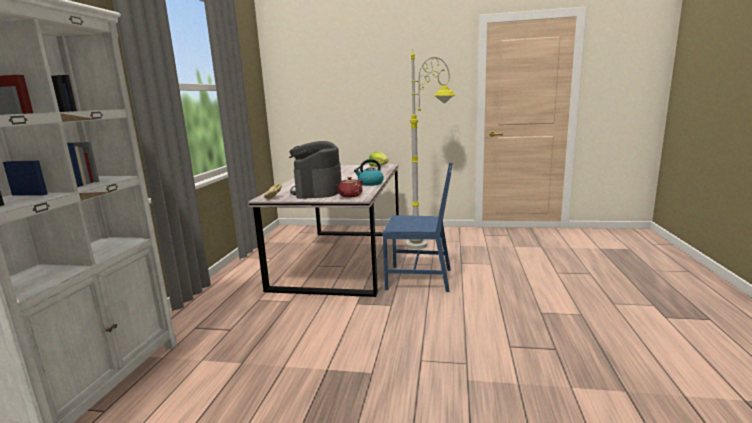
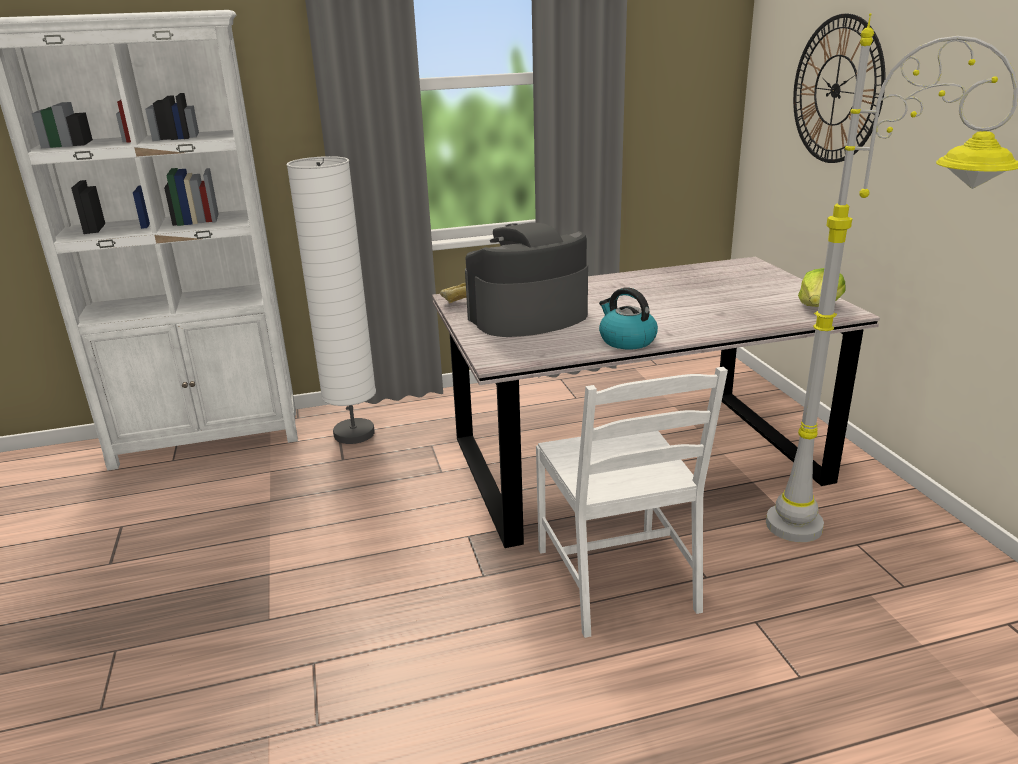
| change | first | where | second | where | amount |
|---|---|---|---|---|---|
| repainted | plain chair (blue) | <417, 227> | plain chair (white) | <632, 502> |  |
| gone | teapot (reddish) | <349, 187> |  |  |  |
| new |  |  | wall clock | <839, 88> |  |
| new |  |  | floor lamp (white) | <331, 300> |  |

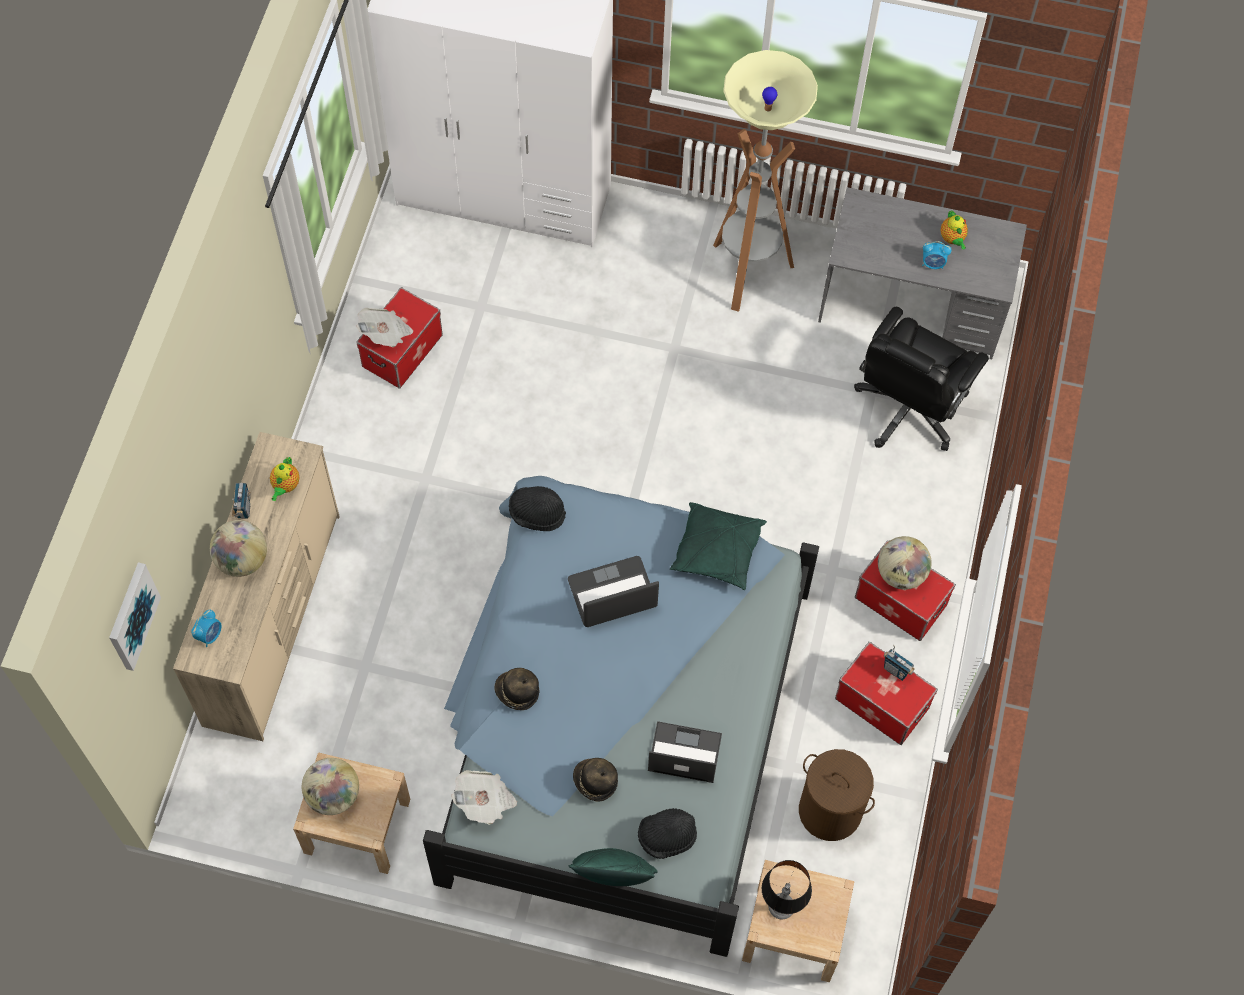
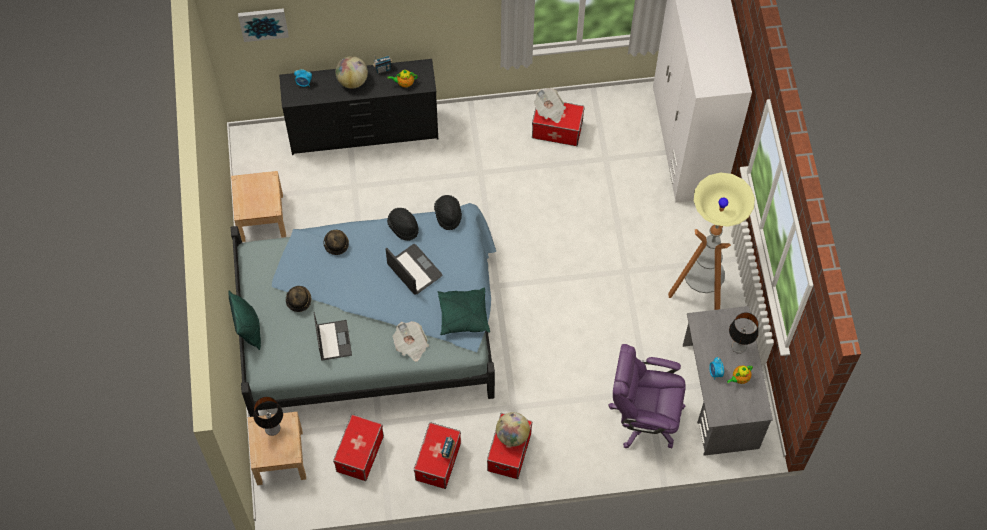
| change | first | where | second | where | amount |
|---|---|---|---|---|---|
| repainted | office chair (black-coloured) | <921, 379> | office chair (purple-coloured) | <647, 396> |  |
| repainted | drawer chest (sand-coloured) | <256, 586> | drawer chest (black-coloured) | <358, 107> |  |
| swapped | laundry basket (brownish) | <837, 795> | storage container | <358, 447> |  |
| gone | globe | <330, 786> |  |  |  |
| shifted | daily paper | <484, 797> |  | <411, 341> |  |
| shifted | clothing hat (black-coloured) | <667, 833> |  | <403, 224> |  |
| new |  |  | tabletop lamp | <744, 333> |  |

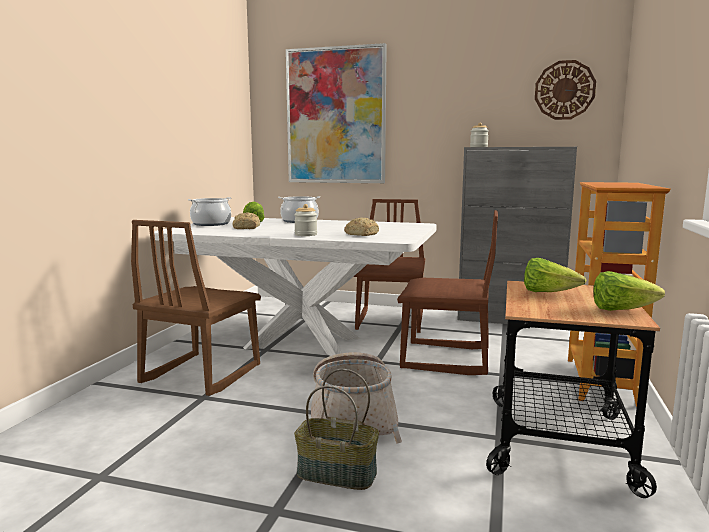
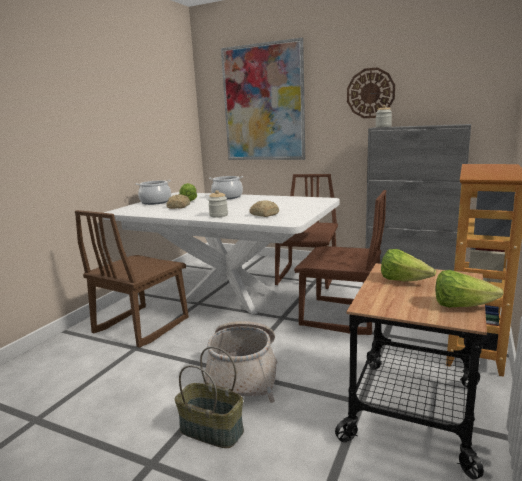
| change | first | where | second | where | amount |
|---|---|---|---|---|---|
| shifted | wall clock | <565, 90> |  | <371, 92> |  |

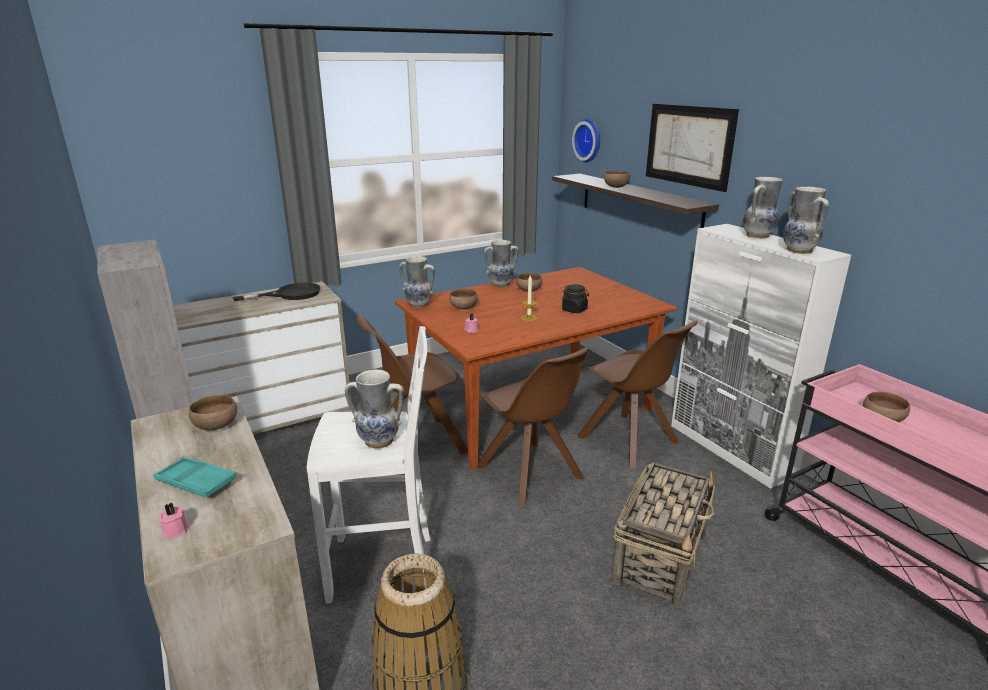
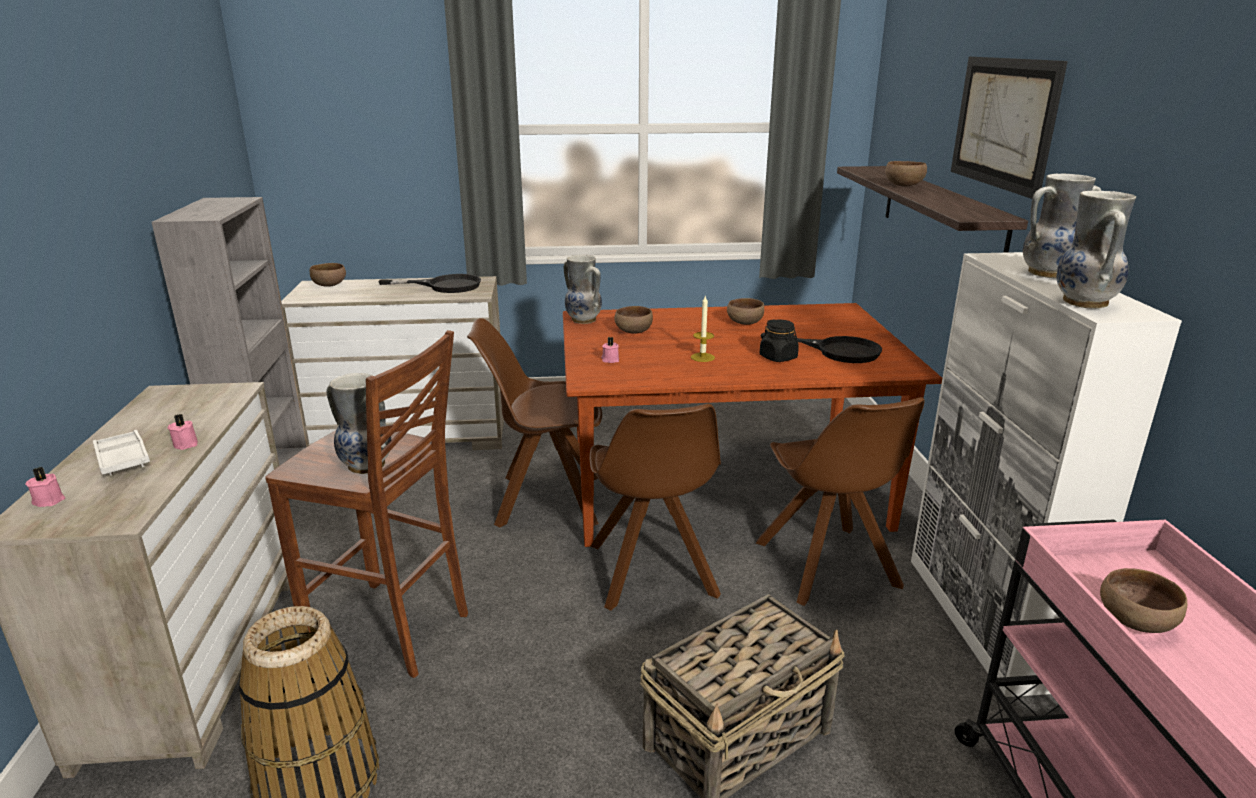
| change | first | where | second | where | amount |
|---|---|---|---|---|---|
| gone | wall clock | <586, 140> |  |  |  |
| gone | vase | <501, 263> |  |  |  |
| repainted | sitting stool (white) | <368, 465> | sitting stool (brownish) | <366, 504> |  |
| shifted | bowl (brownish) | <213, 412> |  | <327, 275> |  |
| repainted | serving tray (turquoise-coloured) | <195, 476> | serving tray (white) | <121, 452> |  |
| new |  |  | frying pan (black-coloured) | <821, 348> |  |
| new |  |  | candle (pink-coloured) | <183, 432> |  |

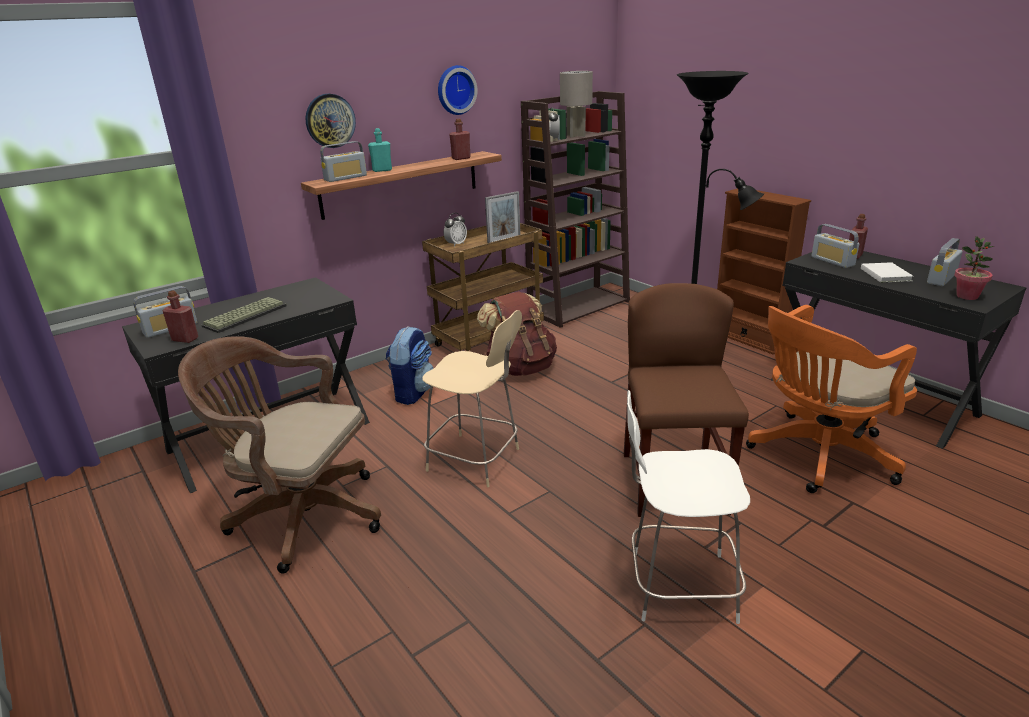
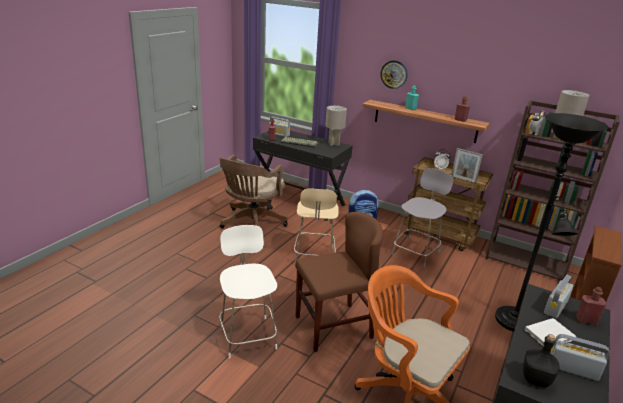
| change | first | where | second | where | amount |
|---|---|---|---|---|---|
| gone | wall clock | <458, 90> |  |  |  |
| gone | radio receiver | <343, 161> |  |  |  |
| swapped | plant in a pot | <974, 268> | drink bottle (black-coloured) | <541, 360> |  |
| swapped | rucksack (brownish) | <517, 333> | plain chair (greyish) | <422, 218> |  |
| rotated | office chair (brownish) | <279, 455> |  | <254, 191> | 150 degrees counterclockwise |
| new |  |  | tabletop lamp (greyish) | <336, 125> |  |

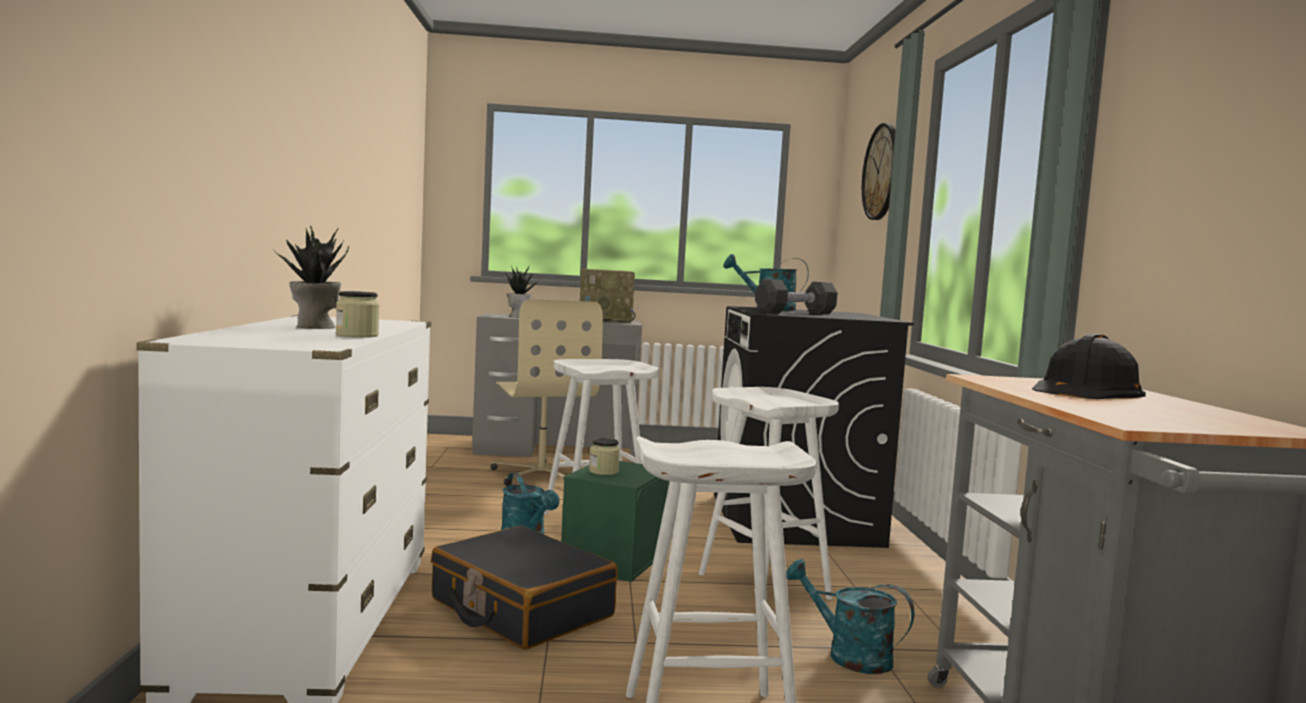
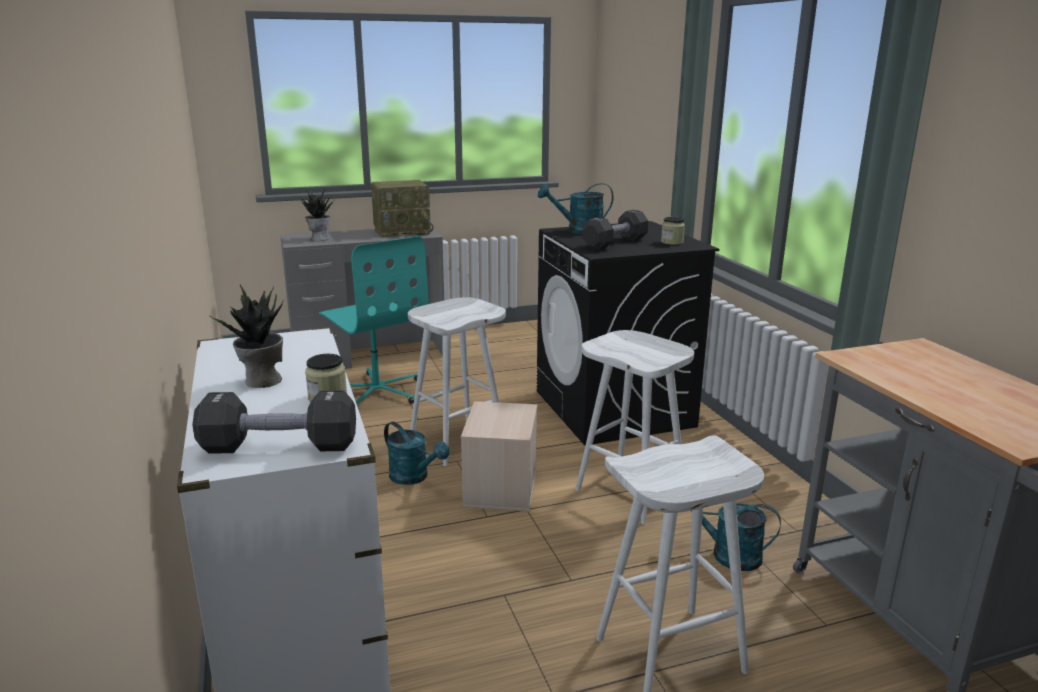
| change | first | where | second | where | amount |
|---|---|---|---|---|---|
| gone | wall clock | <878, 171> |  |  |  |
| repainted | office chair (sand-coloured) | <547, 392> | office chair (turquoise-coloured) | <374, 320> |  |
| gone | safety helmet (black-coloured) | <1089, 366> |  |  |  |
| shifted | preserve jar | <604, 456> |  | <673, 231> |  |
| repainted | storage container (green-coloured) | <615, 521> | storage container (sand-coloured) | <499, 456> |  |
| gone | suitcase (black-coloured) | <524, 587> |  |  |  |
| new |  |  | free weight (black-coloured) | <274, 422> |  |

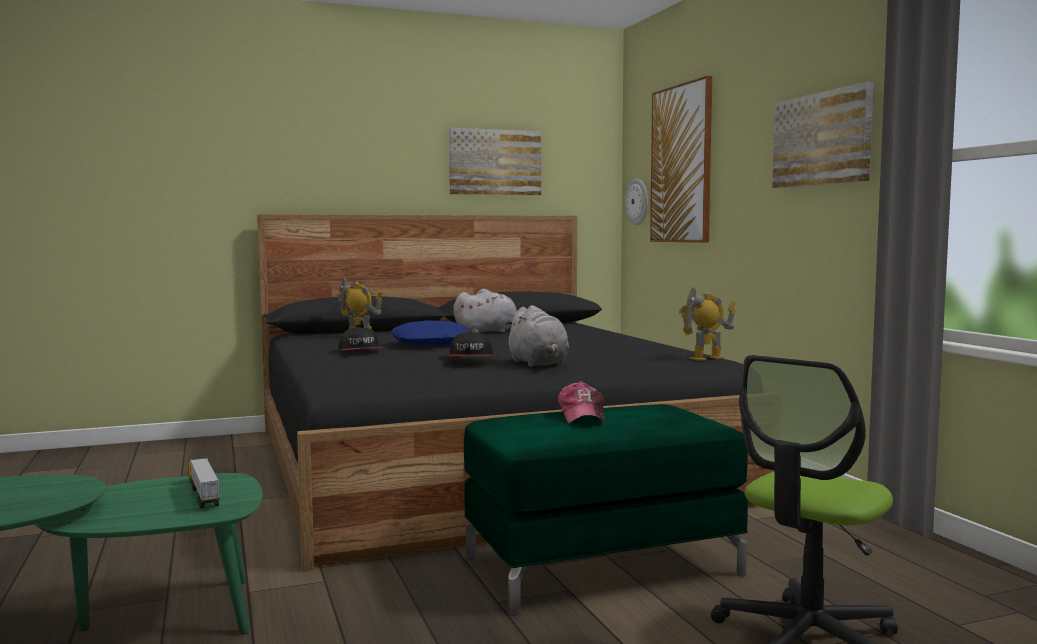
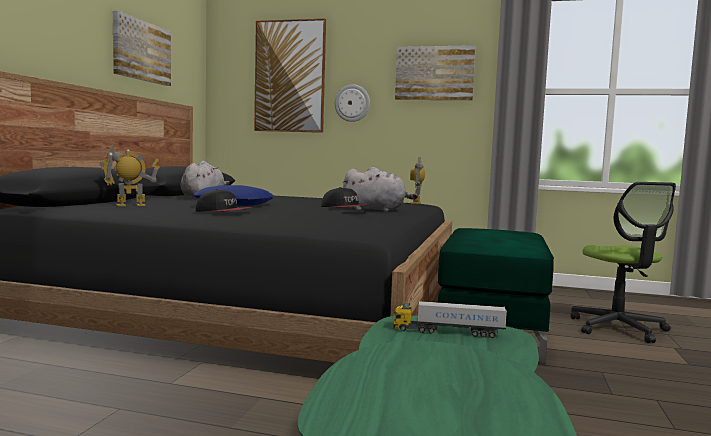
| change | first | where | second | where | amount |
|---|---|---|---|---|---|
| shifted | wall clock | <636, 202> |  | <352, 103> |  |
| gone | cap | <581, 402> |  |  |  |

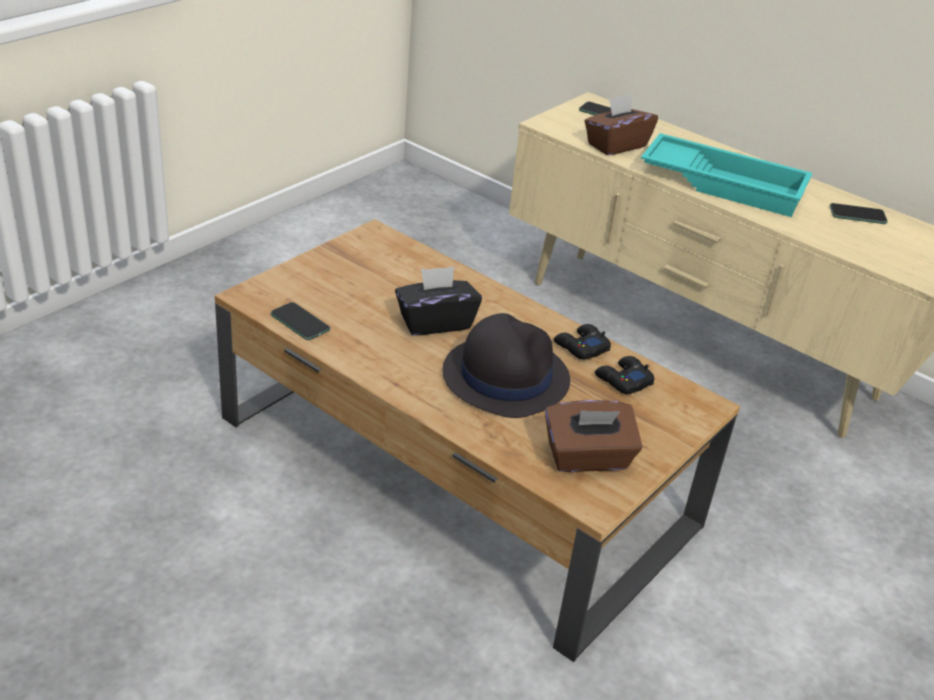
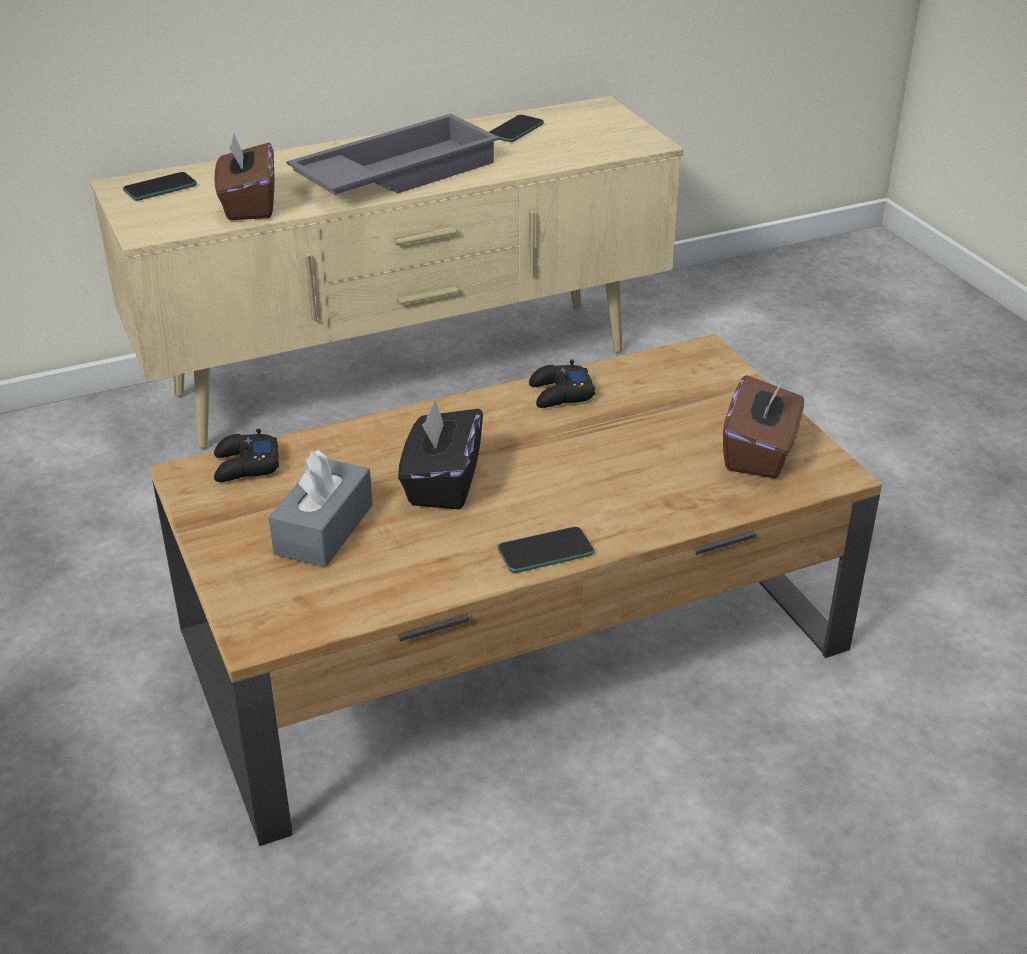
| change | first | where | second | where | amount |
|---|---|---|---|---|---|
| repainted | serving tray (turquoise-coloured) | <726, 175> | serving tray (greyish) | <393, 154> |  |
| shifted | telephone | <300, 321> |  | <545, 550> |  |
| gone | clothing hat (black-coloured) | <506, 365> |  |  |  |
| shifted | gamepad (black-coloured) | <625, 375> |  | <246, 455> |  |
| new |  |  | tissue holder (greyish) | <321, 508> |  |

